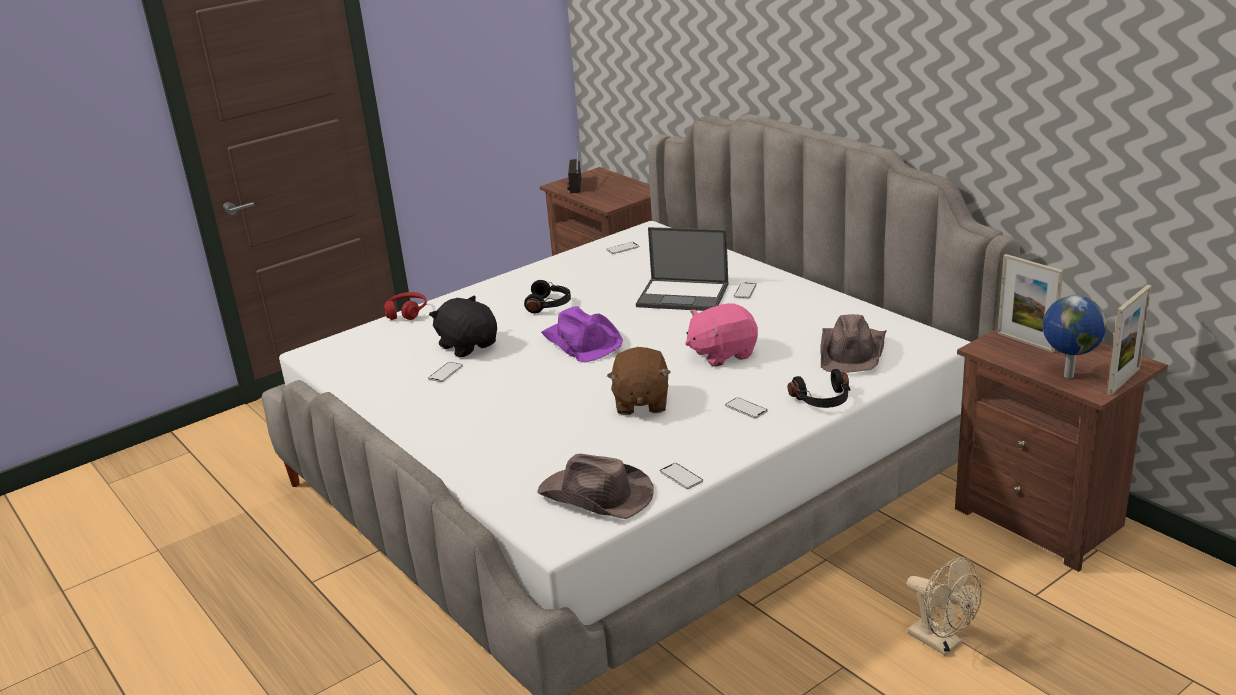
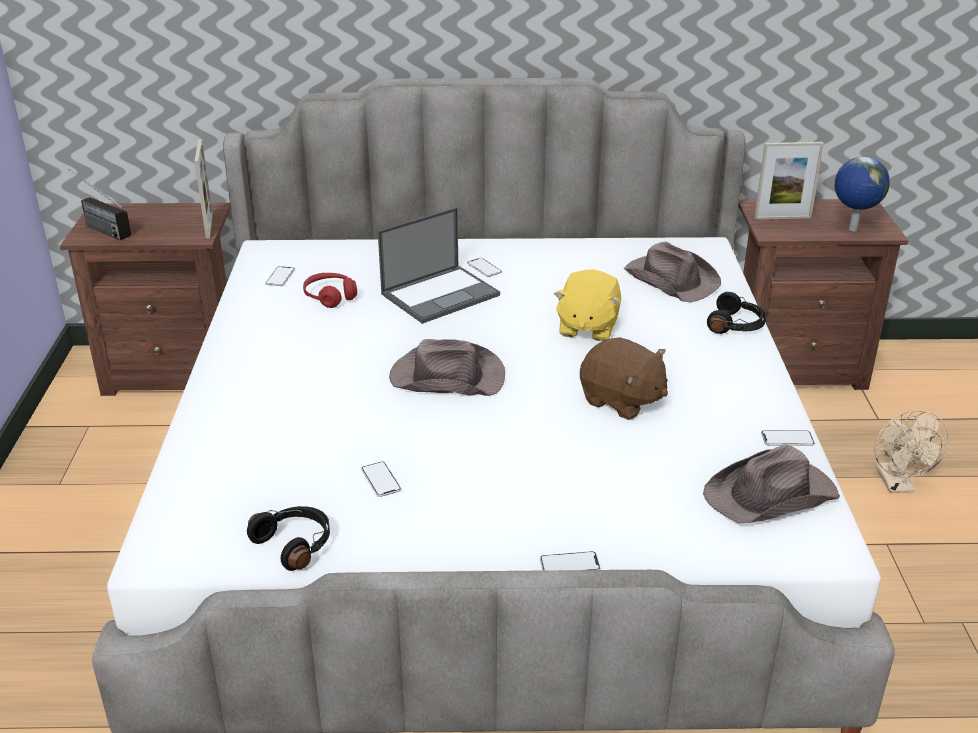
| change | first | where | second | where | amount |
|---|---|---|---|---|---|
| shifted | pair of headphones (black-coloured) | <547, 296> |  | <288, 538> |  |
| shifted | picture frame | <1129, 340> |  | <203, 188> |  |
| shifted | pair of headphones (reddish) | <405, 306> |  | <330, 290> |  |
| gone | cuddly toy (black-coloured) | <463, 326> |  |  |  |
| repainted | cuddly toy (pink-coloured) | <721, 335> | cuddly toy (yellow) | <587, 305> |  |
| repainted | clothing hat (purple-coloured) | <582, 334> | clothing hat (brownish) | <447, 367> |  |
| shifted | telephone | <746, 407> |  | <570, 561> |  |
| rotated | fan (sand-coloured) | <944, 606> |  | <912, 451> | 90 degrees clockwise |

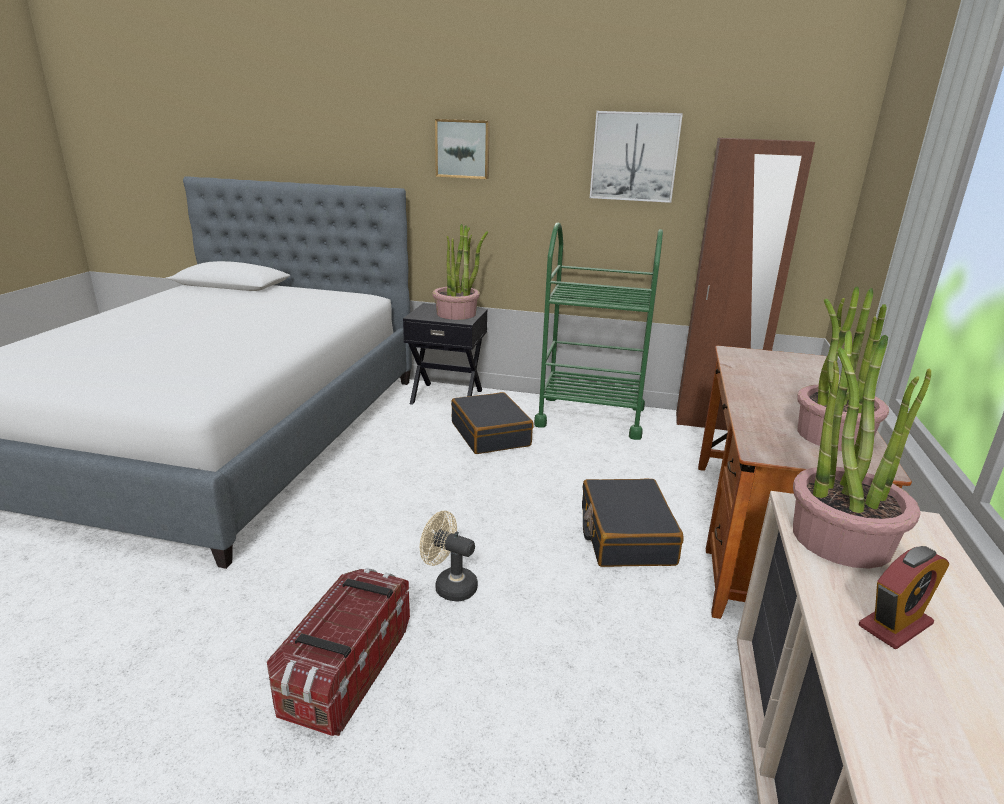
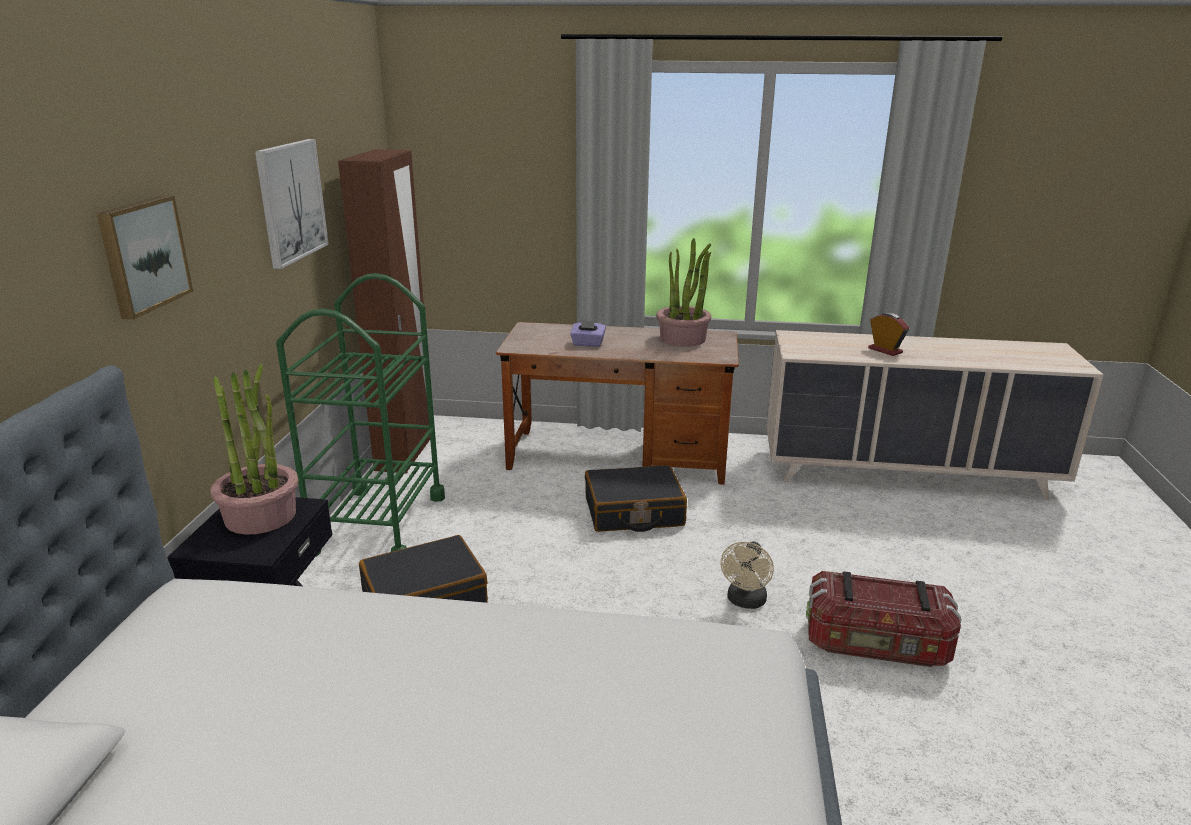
| change | first | where | second | where | amount |
|---|---|---|---|---|---|
| gone | plant in a pot | <862, 449> |  |  |  |
| new |  |  | tissue holder (purple-coloured) | <588, 333> |  |

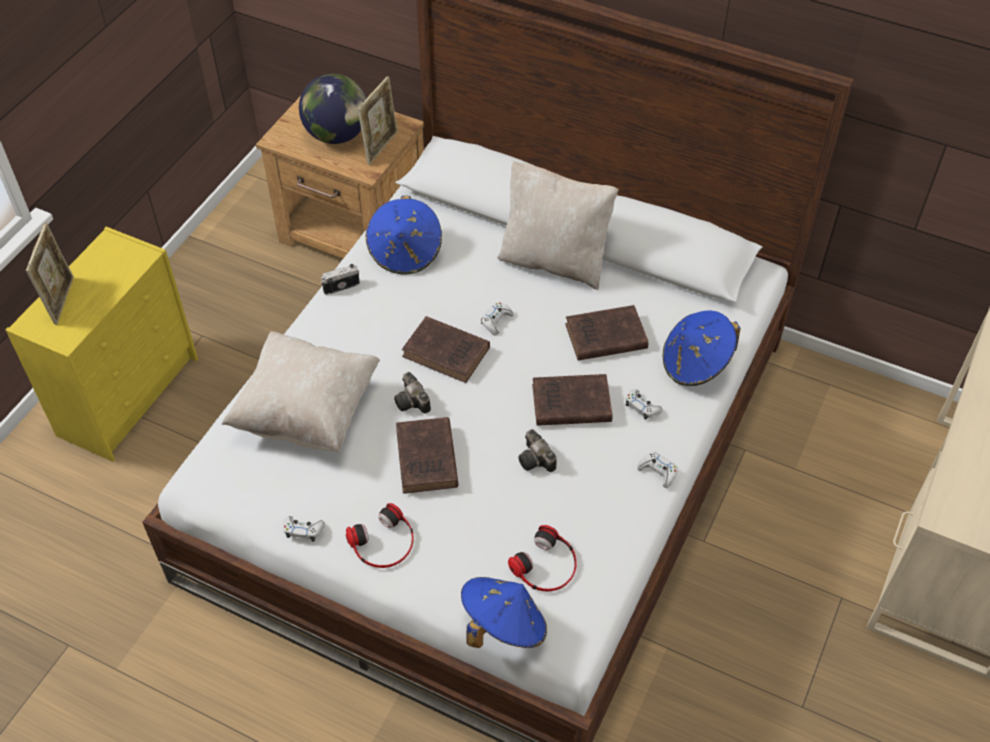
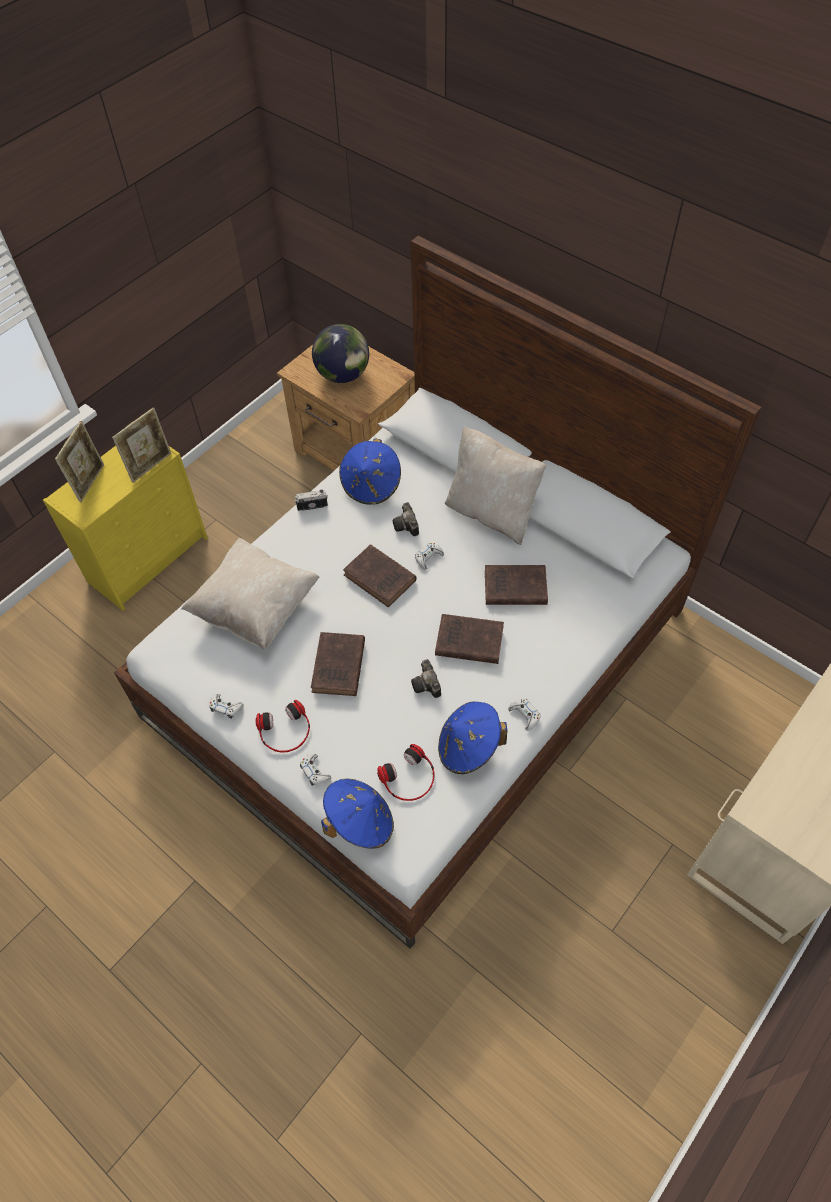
| change | first | where | second | where | amount |
|---|---|---|---|---|---|
| shifted | picture frame | <378, 120> |  | <141, 445> |  |
| shifted | clothing hat (blue) | <701, 348> |  | <472, 738> |  |
| shifted | still camera | <412, 393> |  | <406, 519> |  |
| shifted | gamepad (white) | <644, 404> |  | <315, 770> |  |

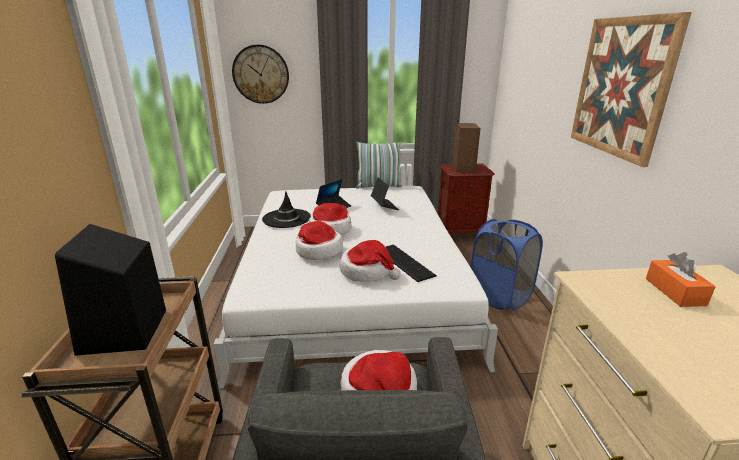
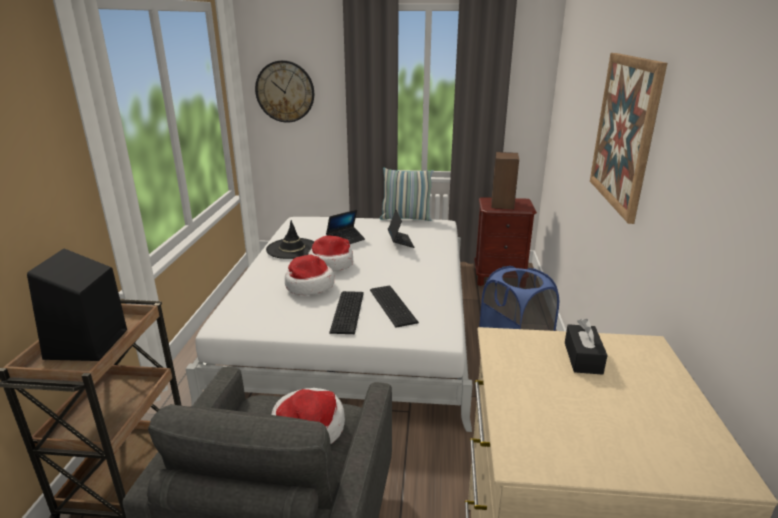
| change | first | where | second | where | amount |
|---|---|---|---|---|---|
| swapped | clothing hat | <370, 261> | keyboard | <346, 312> |  |
| repainted | tissue holder (orange) | <681, 279> | tissue holder (black-coloured) | <586, 347> |  |

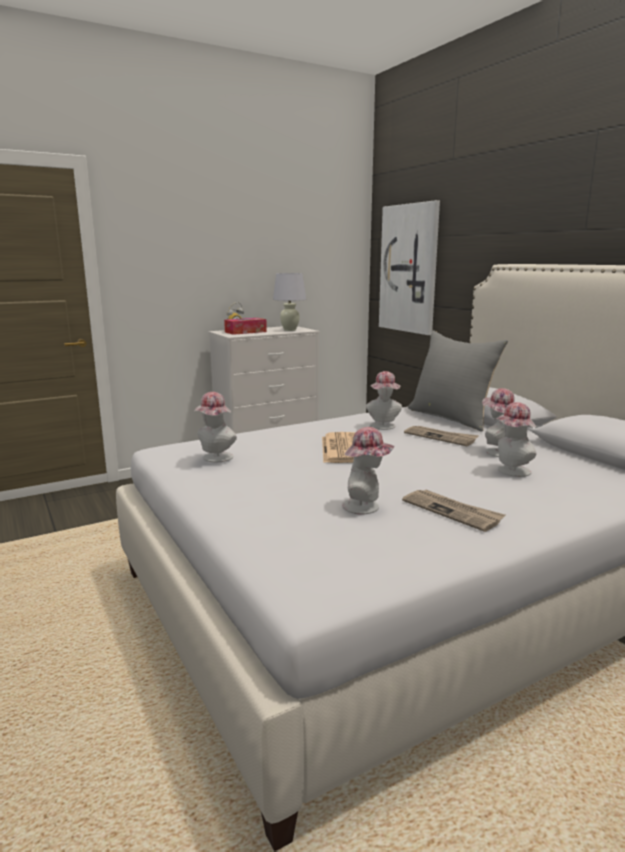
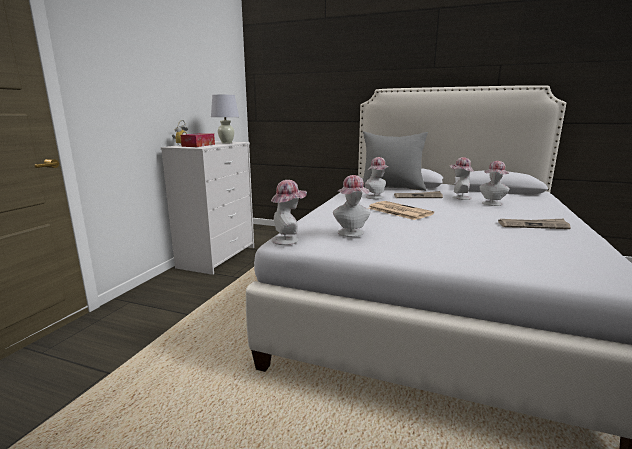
| change | first | where | second | where | amount |
|---|---|---|---|---|---|
| gone | wall art | <409, 267> |  |  |  |
| shifted | clothing hat | <368, 470> |  | <289, 212> |  |

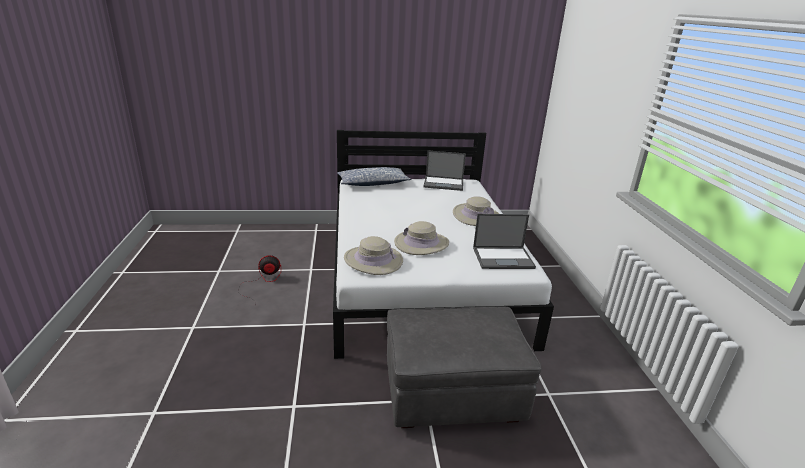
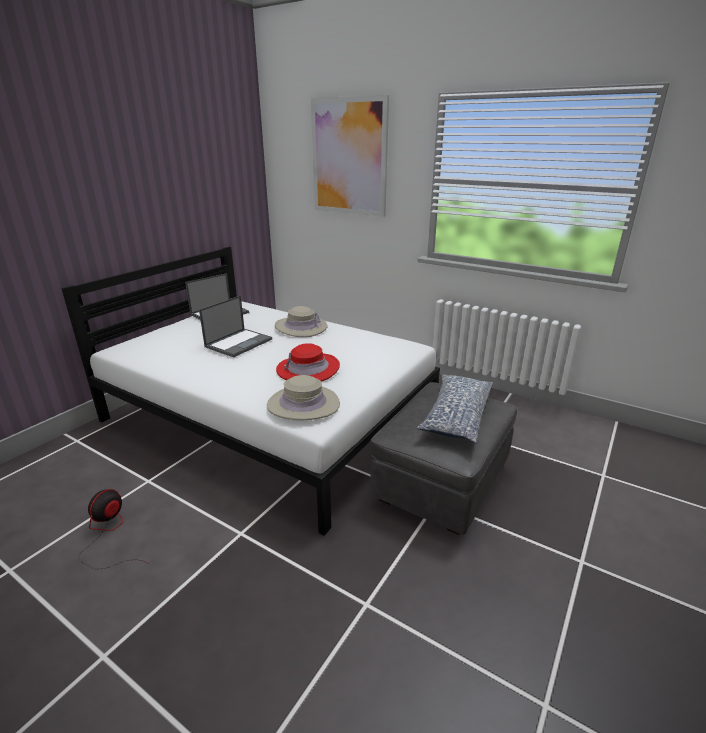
| change | first | where | second | where | amount |
|---|---|---|---|---|---|
| shifted | cushion | <374, 176> |  | <455, 409> |  |
| shifted | portable computer | <504, 241> |  | <235, 326> |  |
| repainted | clothing hat (sand-coloured) | <421, 238> | clothing hat (reddish) | <308, 362> |  |
| new |  |  | wall art | <350, 156> |  |

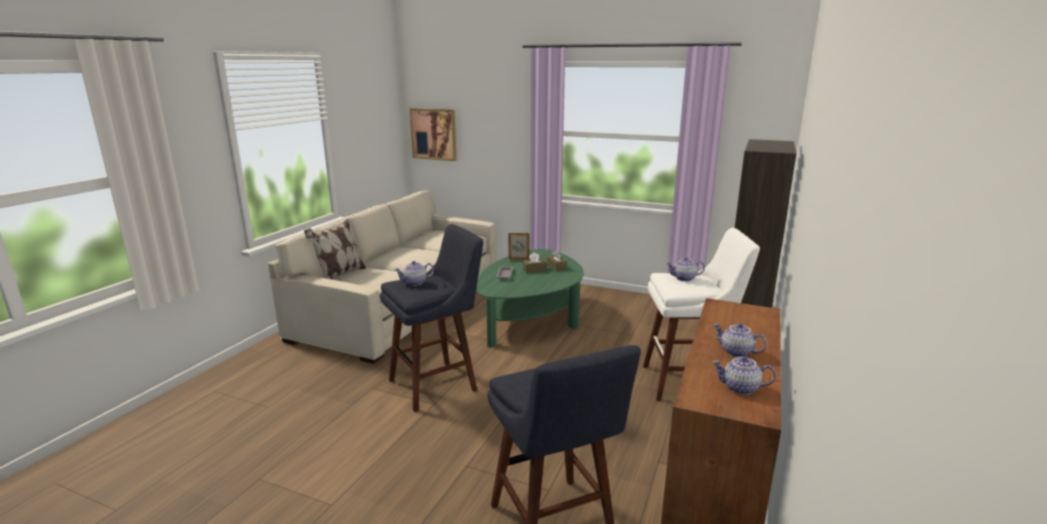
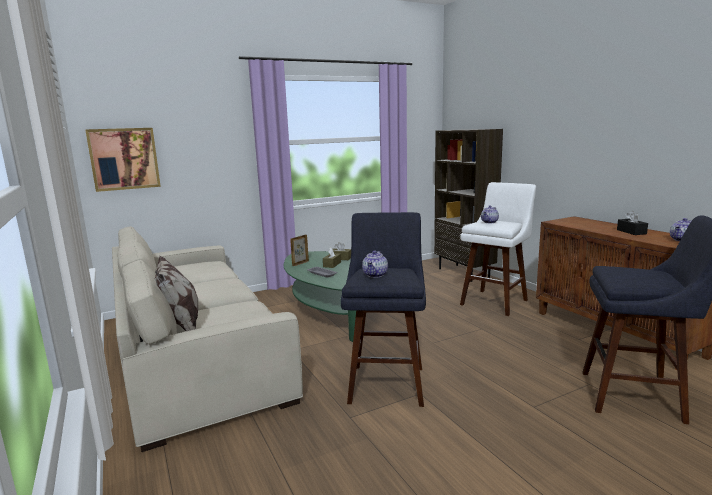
| change | first | where | second | where | amount |
|---|---|---|---|---|---|
| swapped | teapot | <740, 340> | tissue holder (black-coloured) | <632, 223> |  |

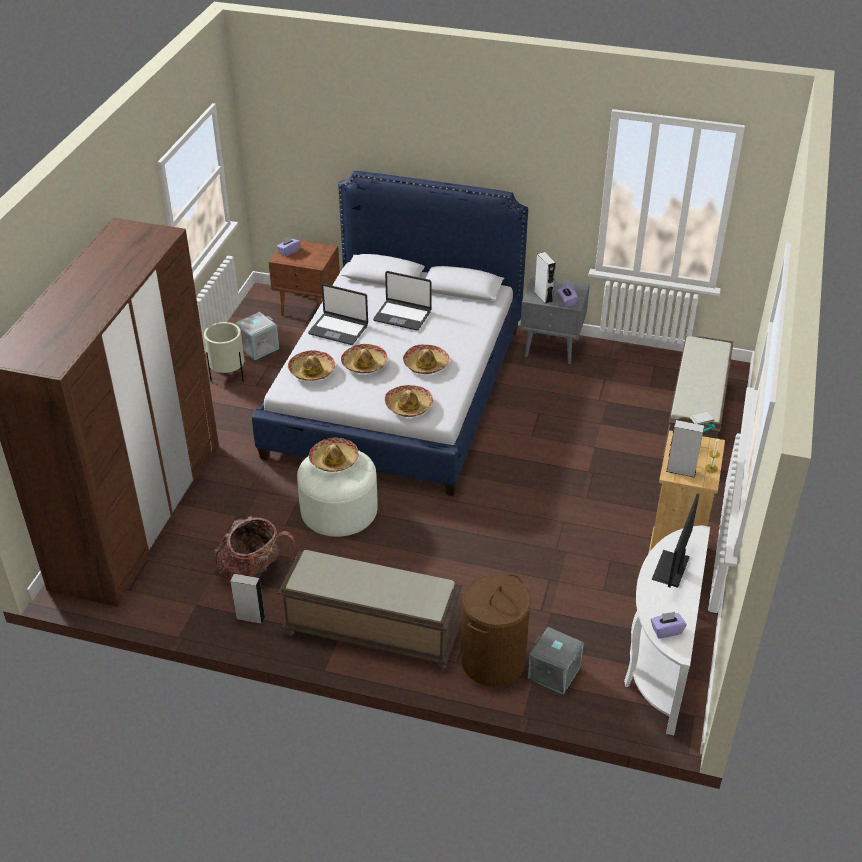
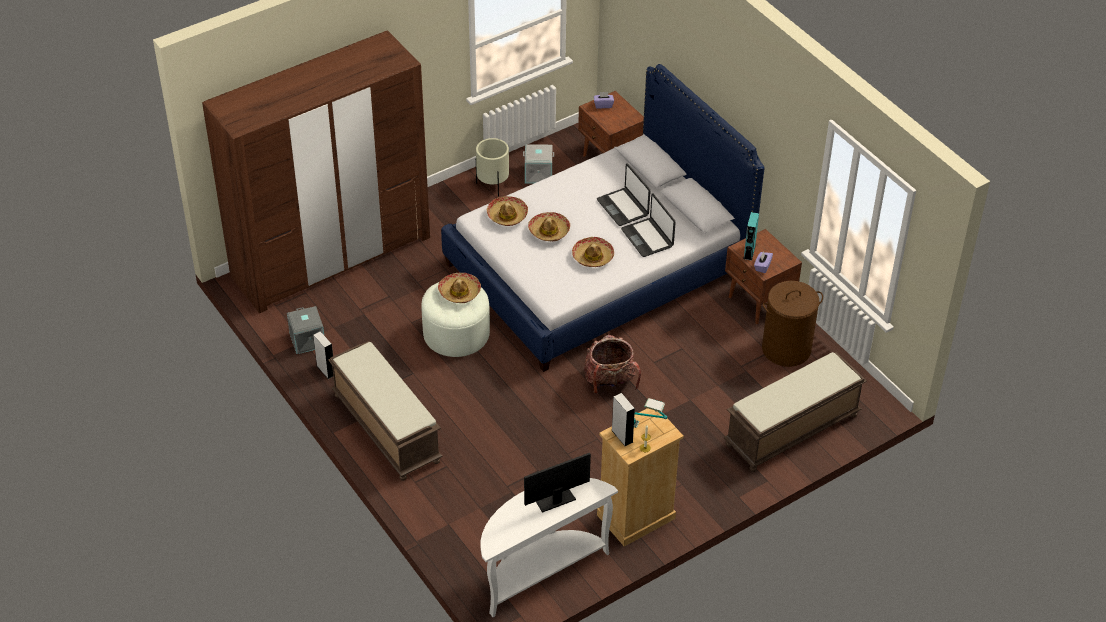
| change | first | where | second | where | amount |
|---|---|---|---|---|---|
| repainted | loudspeaker (greyish) | <545, 278> | loudspeaker (turquoise-coloured) | <751, 236> |  |
| repainted | nightstand (greyish) | <555, 319> | nightstand (brownish) | <763, 276> |  |
| shifted | portable computer | <338, 314> |  | <648, 225> |  |
| gone | clothing hat | <409, 401> |  |  |  |
| shifted | rucksack | <254, 549> |  | <612, 364> |  |
| shifted | laundry basket (brownish) | <496, 630> |  | <792, 324> |  |
| gone | tissue holder (purple-coloured) | <668, 625> |  |  |  |
| shifted | storage container (greyish) | <556, 661> |  | <305, 330> |  |

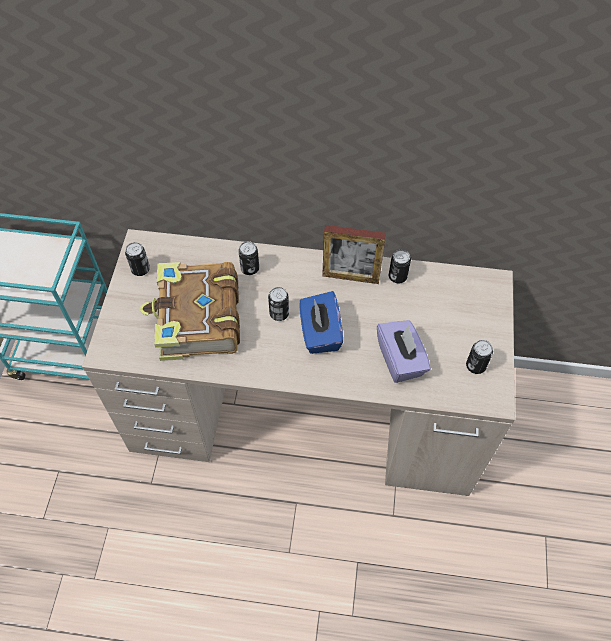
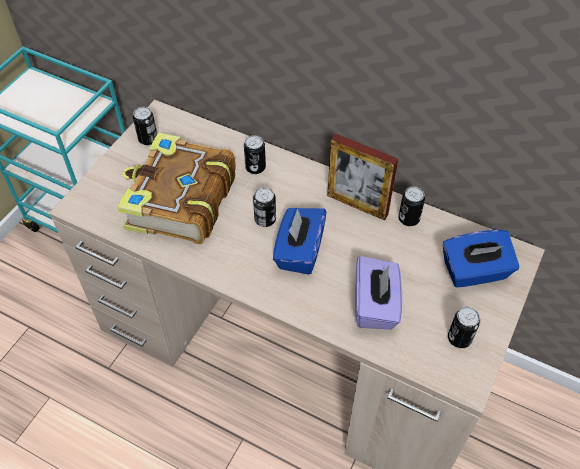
| change | first | where | second | where | amount |
|---|---|---|---|---|---|
| new |  |  | tissue holder (blue) | <481, 259> |  |

